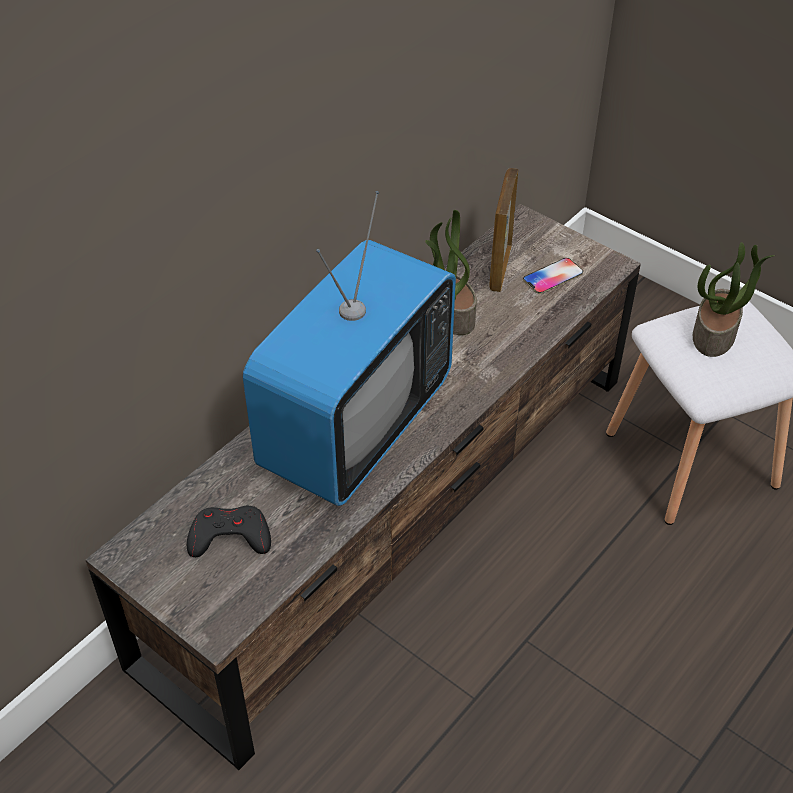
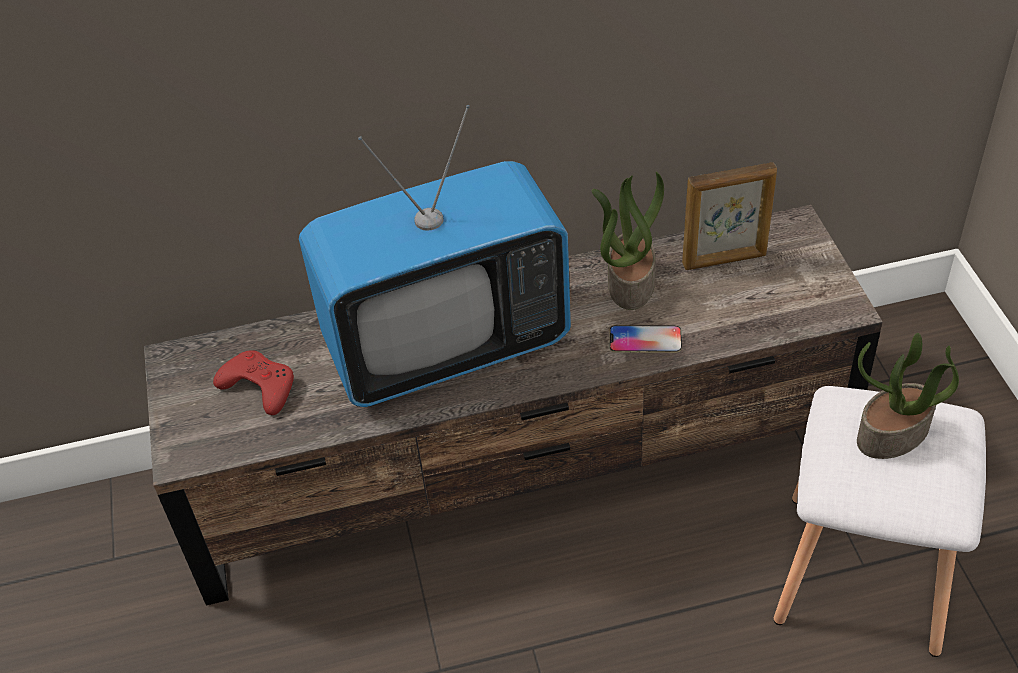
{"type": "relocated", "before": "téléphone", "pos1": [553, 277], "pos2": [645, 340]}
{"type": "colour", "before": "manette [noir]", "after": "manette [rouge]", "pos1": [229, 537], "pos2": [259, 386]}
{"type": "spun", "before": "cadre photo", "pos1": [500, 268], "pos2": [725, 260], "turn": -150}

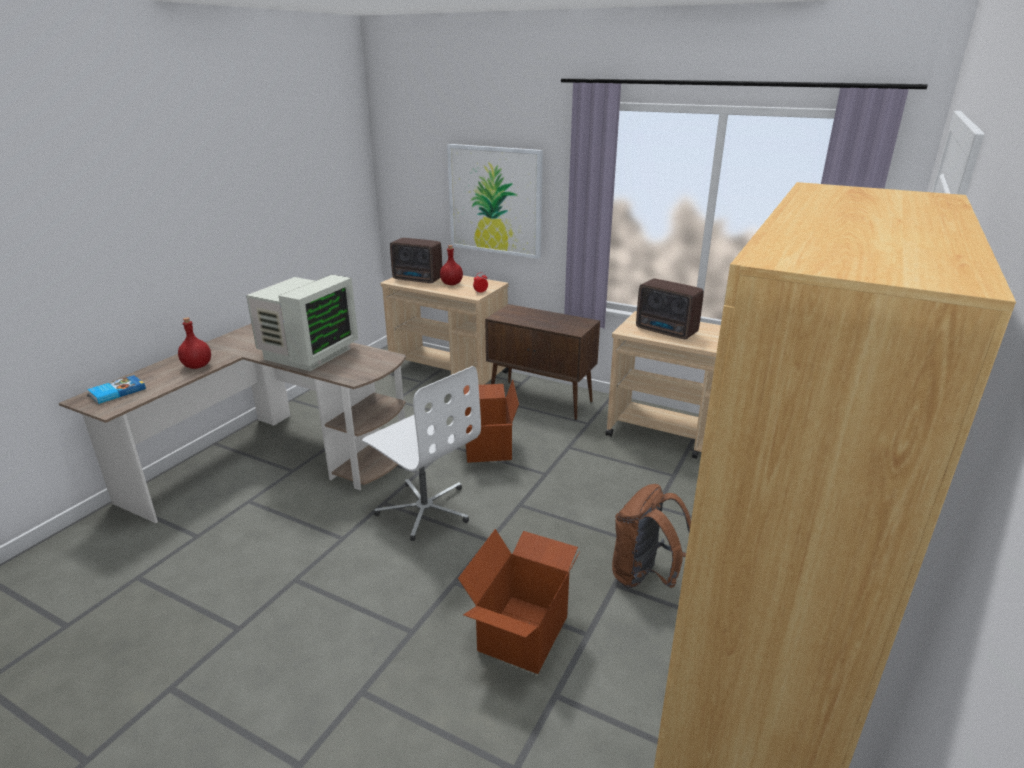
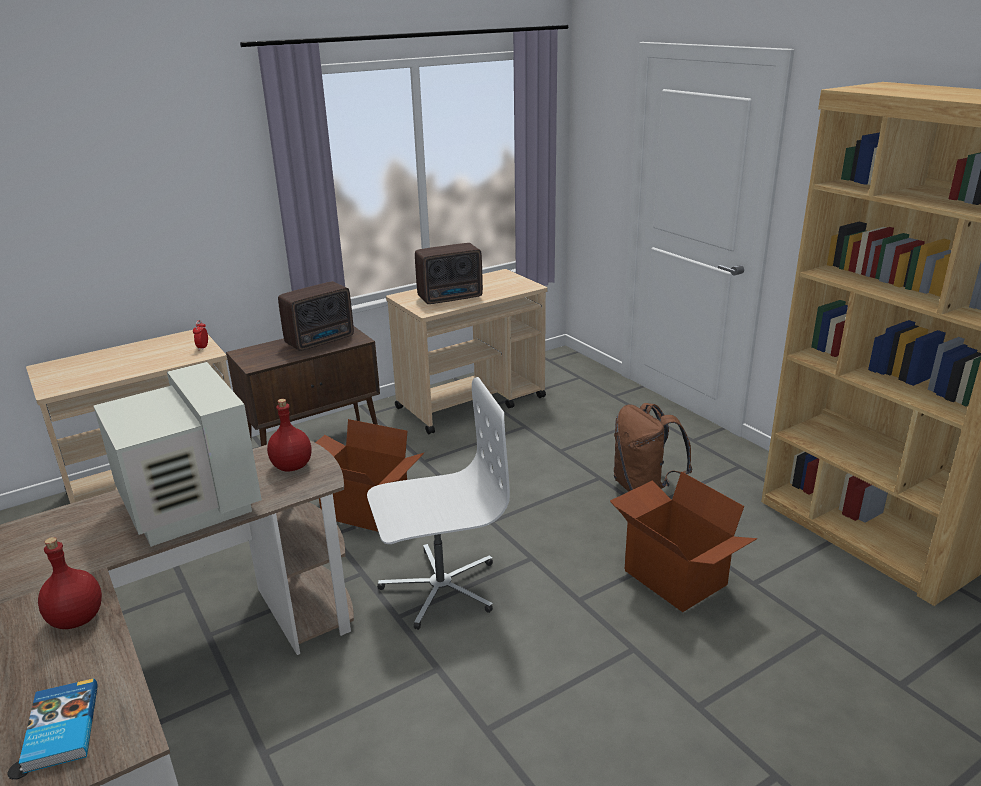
{"type": "missing", "before": "tableau", "pos1": [495, 200]}
{"type": "relocated", "before": "radio", "pos1": [418, 279], "pos2": [322, 340]}
{"type": "relocated", "before": "bouteille [rouge]", "pos1": [452, 284], "pos2": [292, 466]}

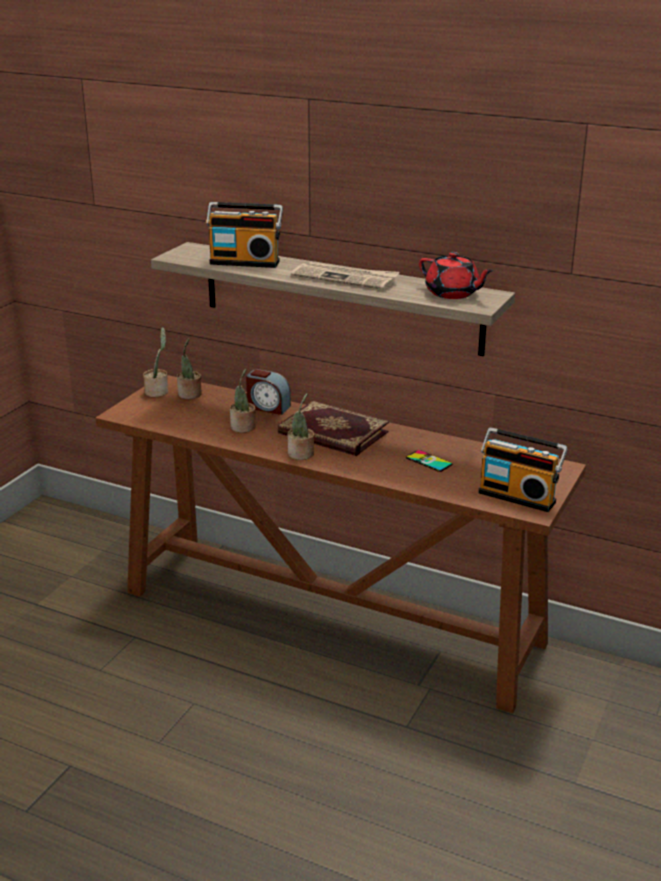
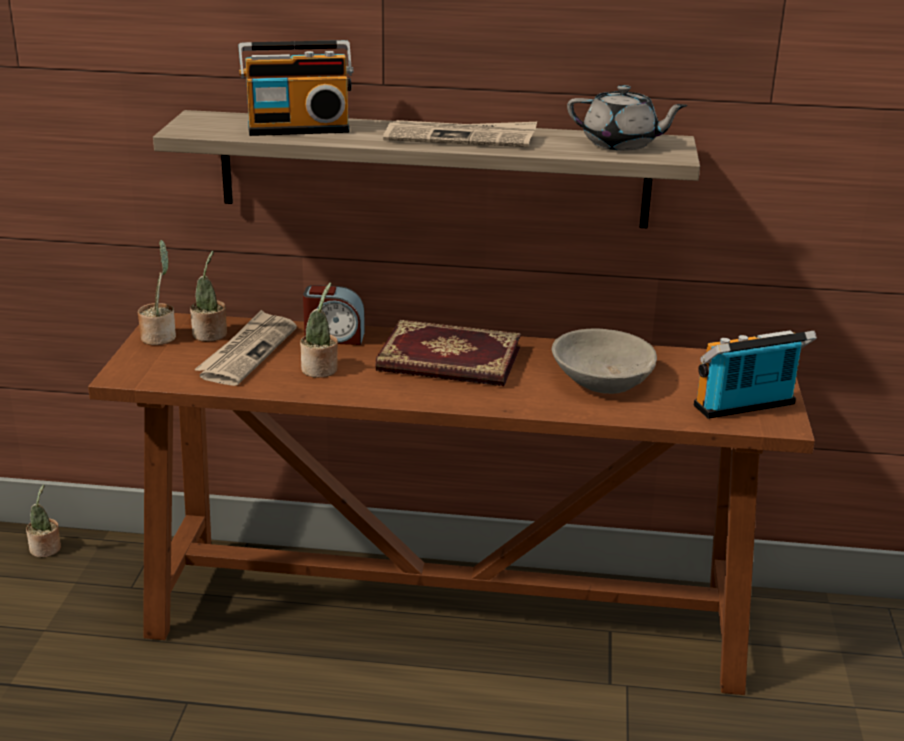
{"type": "appeared", "after": "journal", "pos2": [247, 352]}
{"type": "relocated", "before": "plante en pot", "pos1": [301, 454], "pos2": [46, 549]}
{"type": "exchanged", "before": "téléphone", "after": "bol [gris]", "pos1": [429, 461], "pos2": [602, 379]}
{"type": "colour", "before": "théière [rouge]", "after": "théière [gris]", "pos1": [453, 293], "pos2": [621, 144]}
{"type": "spun", "before": "radio", "pos1": [518, 496], "pos2": [747, 407], "turn": 150}

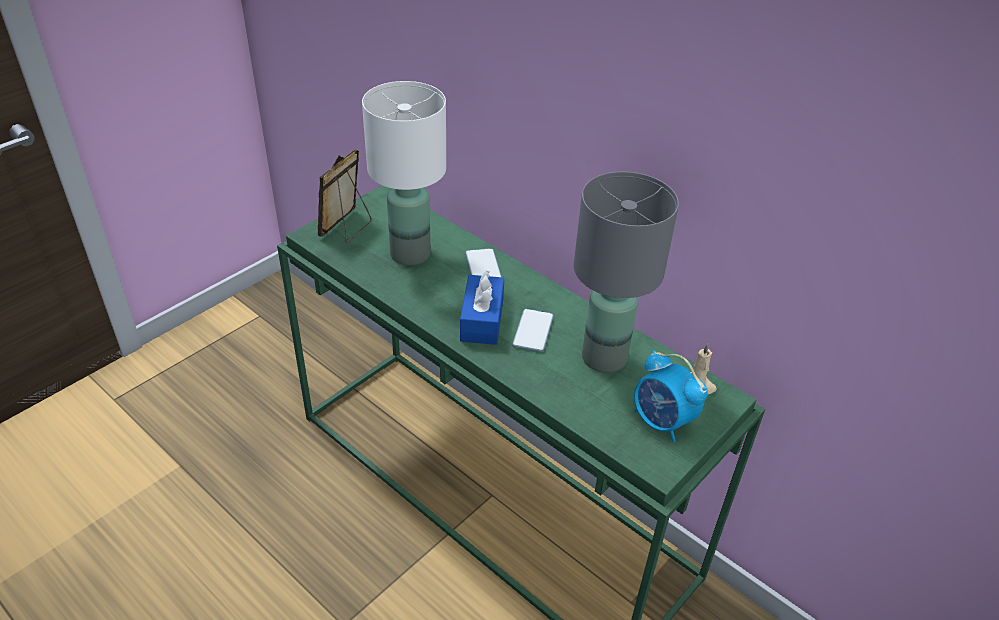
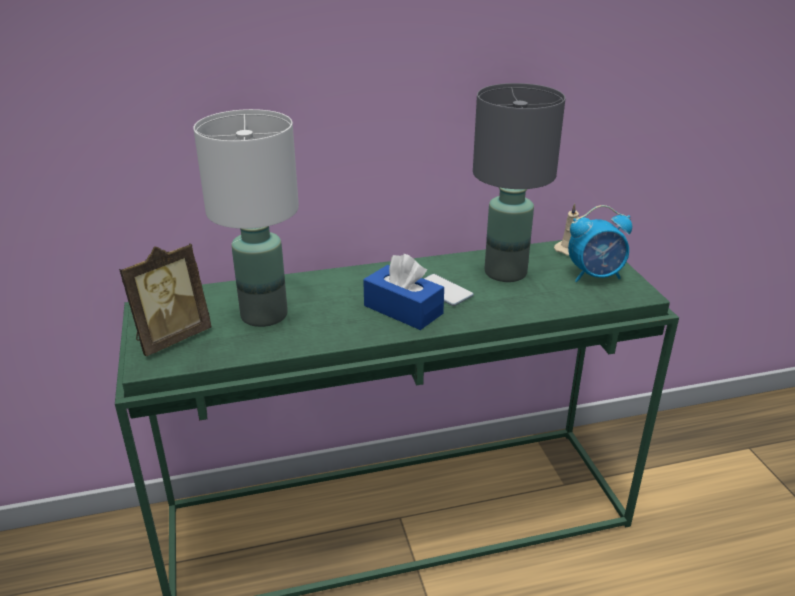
{"type": "missing", "before": "téléphone", "pos1": [483, 267]}
{"type": "spun", "before": "cadre photo", "pos1": [347, 228], "pos2": [171, 338], "turn": -105}

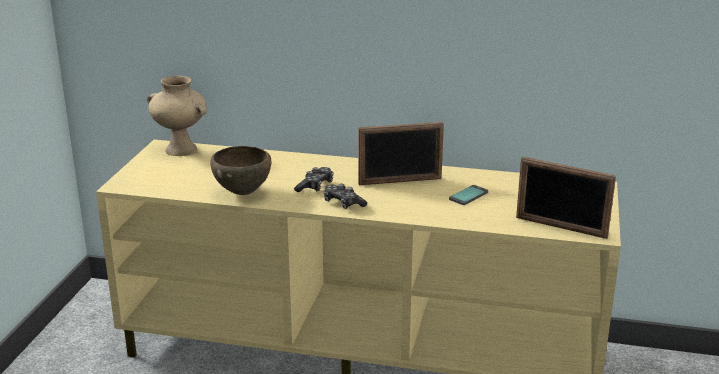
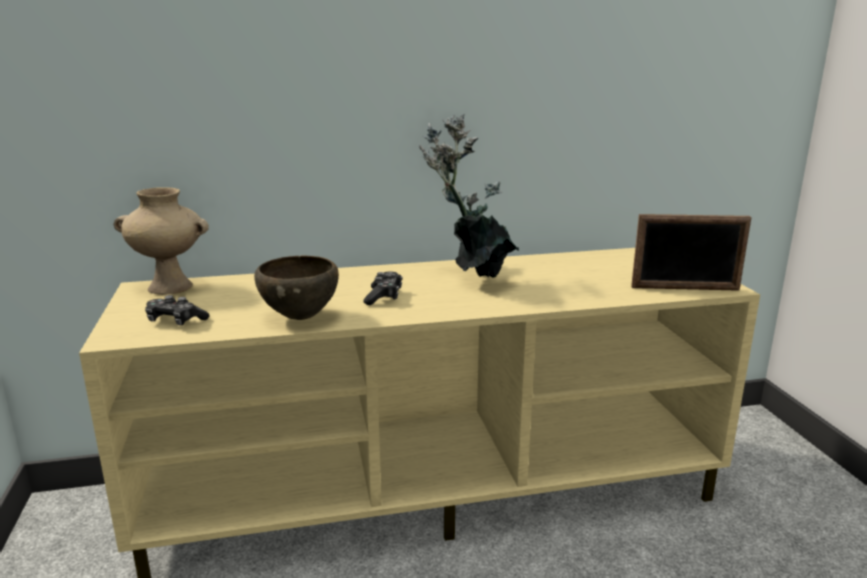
{"type": "missing", "before": "téléphone", "pos1": [468, 196]}
{"type": "relocated", "before": "manette", "pos1": [343, 203], "pos2": [175, 321]}
{"type": "exchanged", "before": "cadre photo", "after": "plante en pot", "pos1": [400, 181], "pos2": [472, 276]}

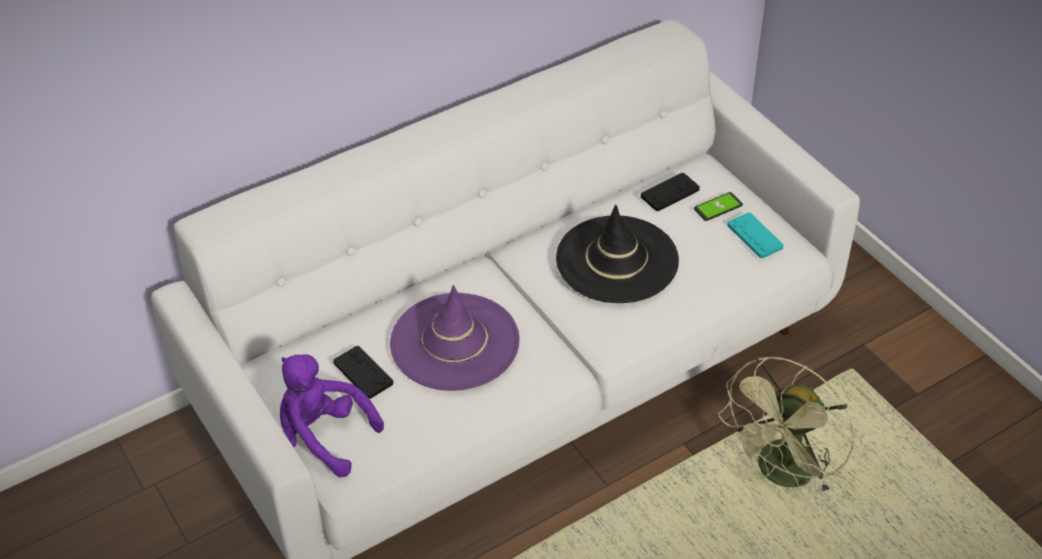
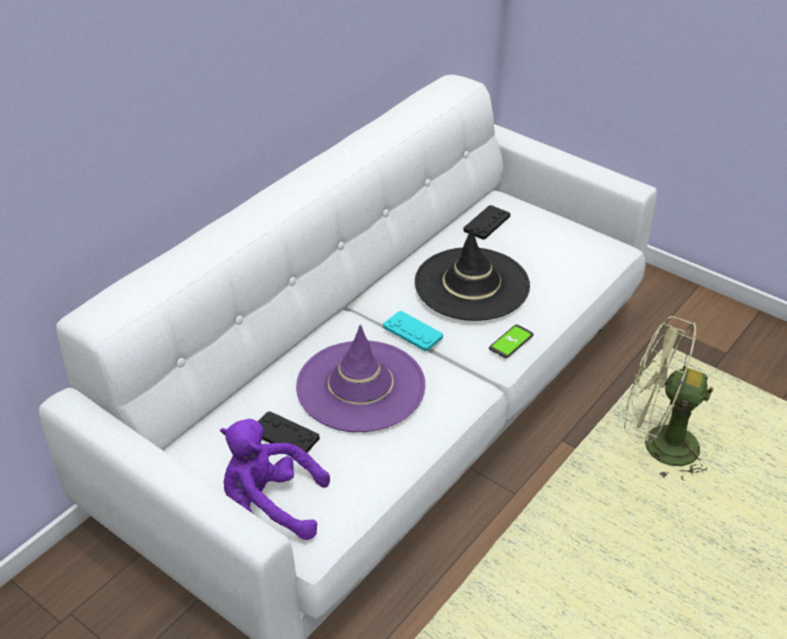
{"type": "relocated", "before": "téléphone", "pos1": [718, 207], "pos2": [511, 342]}
{"type": "relocated", "before": "manette [turquoise]", "pos1": [754, 236], "pos2": [412, 332]}
{"type": "spun", "before": "ventilateur [vert]", "pos1": [782, 475], "pos2": [657, 445], "turn": 90}

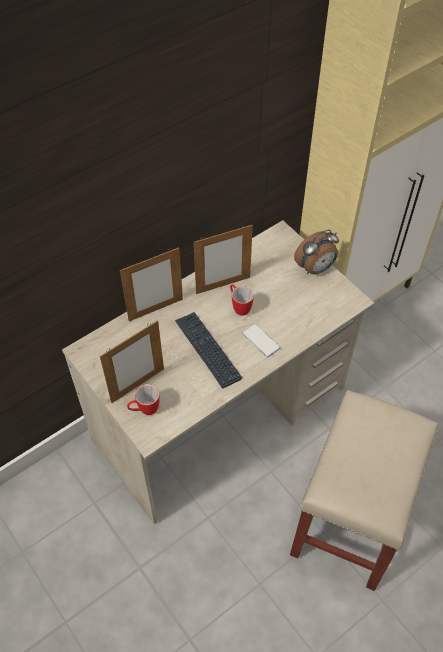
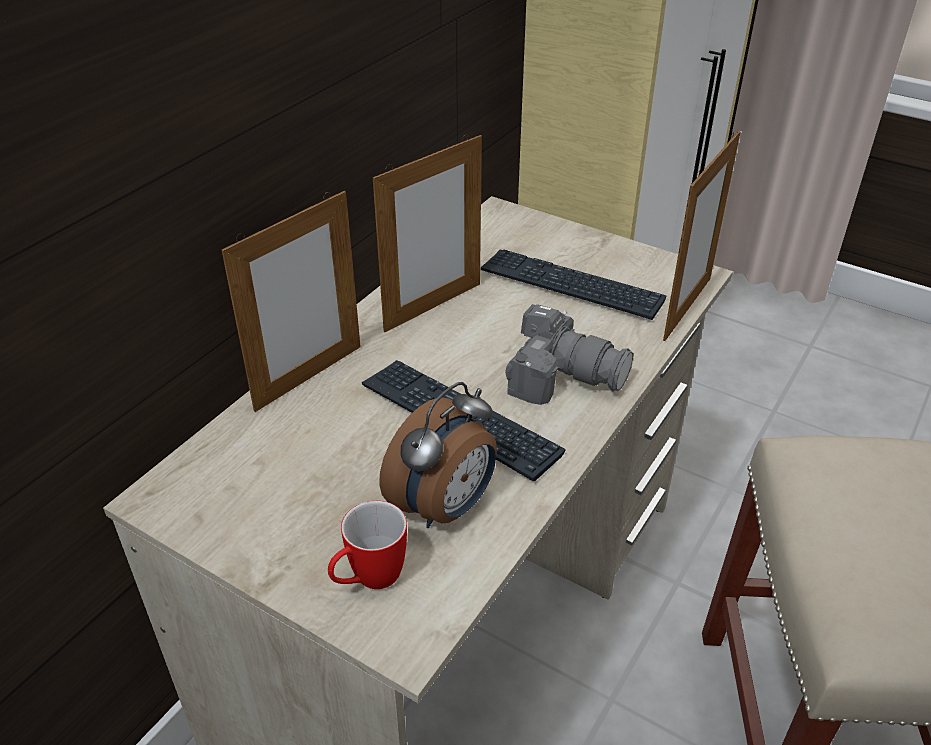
{"type": "missing", "before": "mug", "pos1": [239, 307]}
{"type": "appeared", "after": "clavier", "pos2": [571, 286]}
{"type": "relocated", "before": "cadre photo", "pos1": [137, 385], "pos2": [687, 308]}
{"type": "relocated", "before": "réveil", "pos1": [315, 268], "pos2": [445, 507]}
{"type": "exchanged", "before": "téléphone", "after": "appareil photo", "pos1": [261, 340], "pos2": [562, 376]}

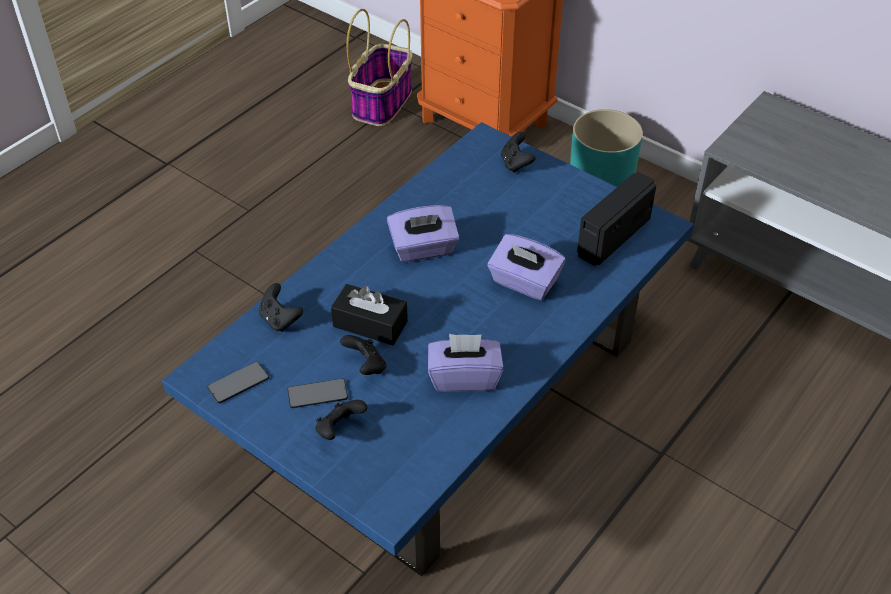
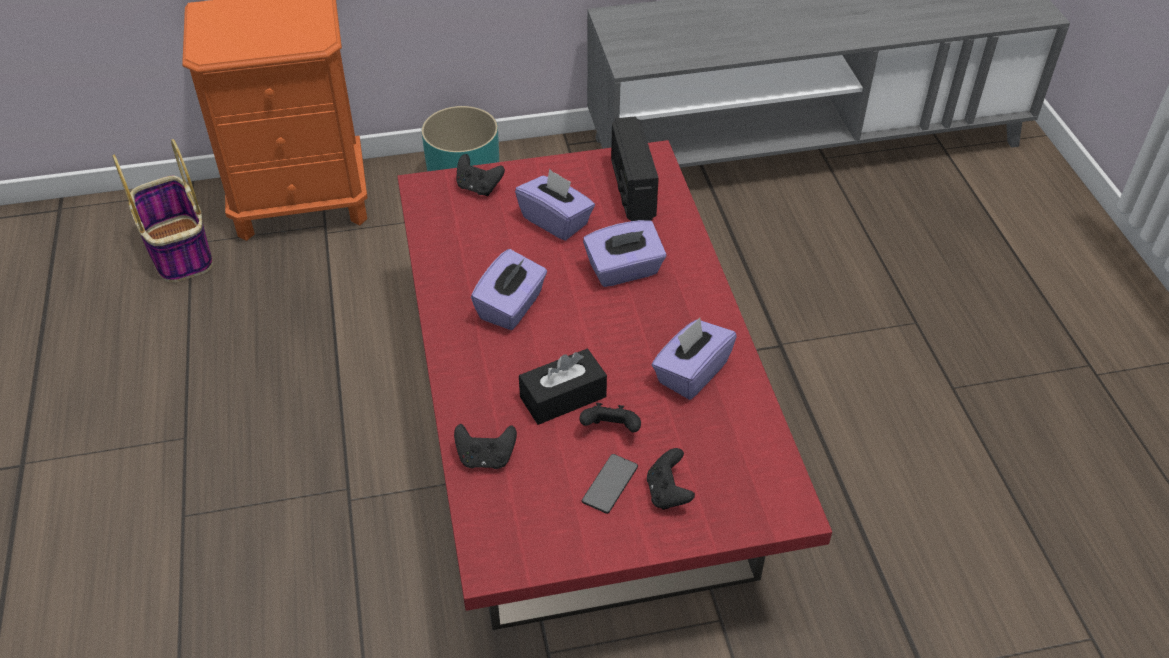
{"type": "missing", "before": "téléphone", "pos1": [238, 383]}
{"type": "appeared", "after": "boîte à mouchoirs [violet]", "pos2": [556, 221]}
{"type": "colour", "before": "table basse [bleu]", "after": "table basse [rouge]", "pos1": [446, 397], "pos2": [588, 439]}

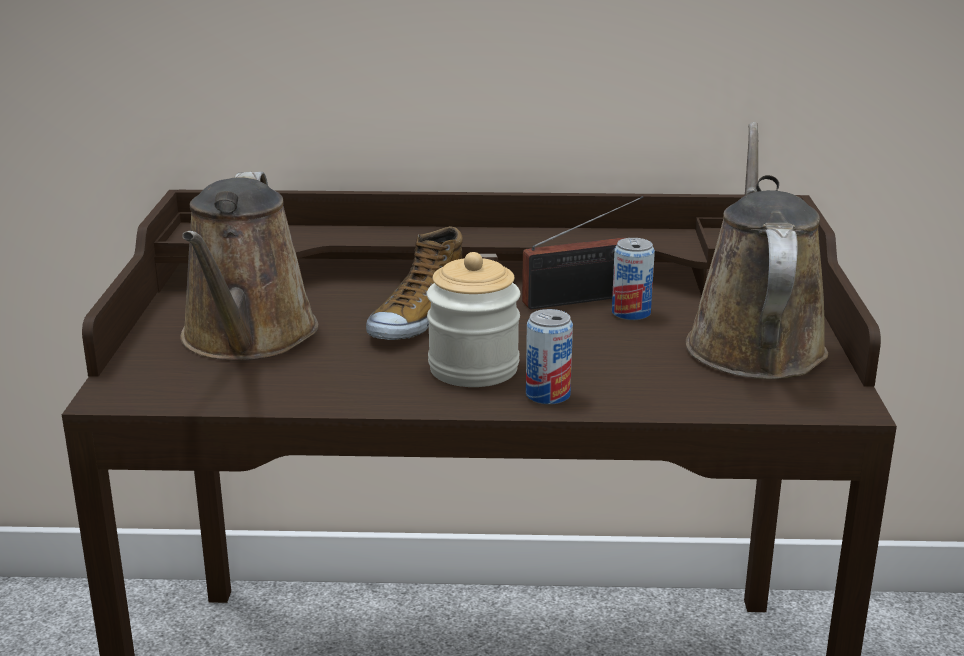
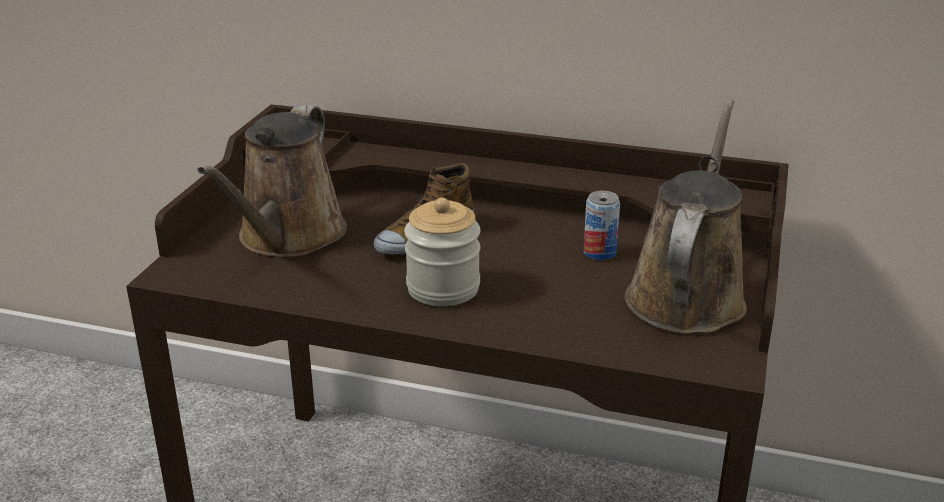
{"type": "missing", "before": "radio", "pos1": [583, 299]}
{"type": "missing", "before": "boîte métallique", "pos1": [548, 395]}

